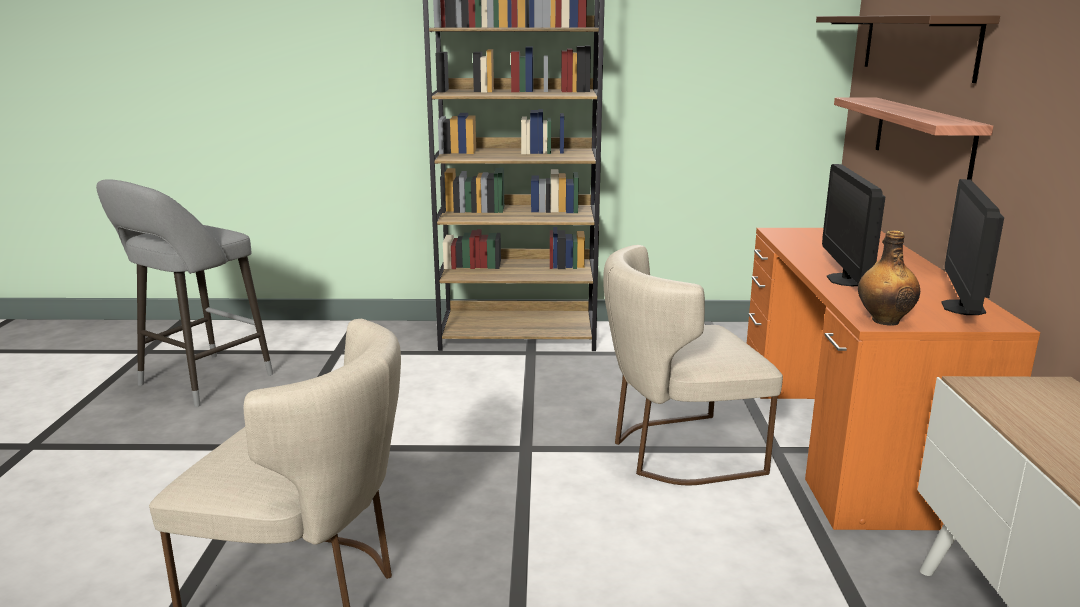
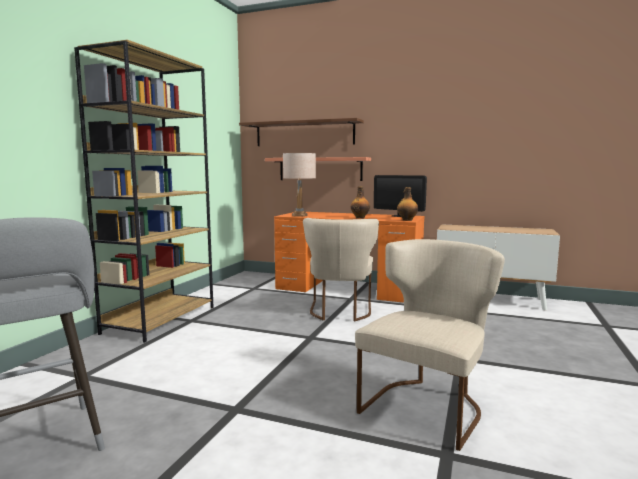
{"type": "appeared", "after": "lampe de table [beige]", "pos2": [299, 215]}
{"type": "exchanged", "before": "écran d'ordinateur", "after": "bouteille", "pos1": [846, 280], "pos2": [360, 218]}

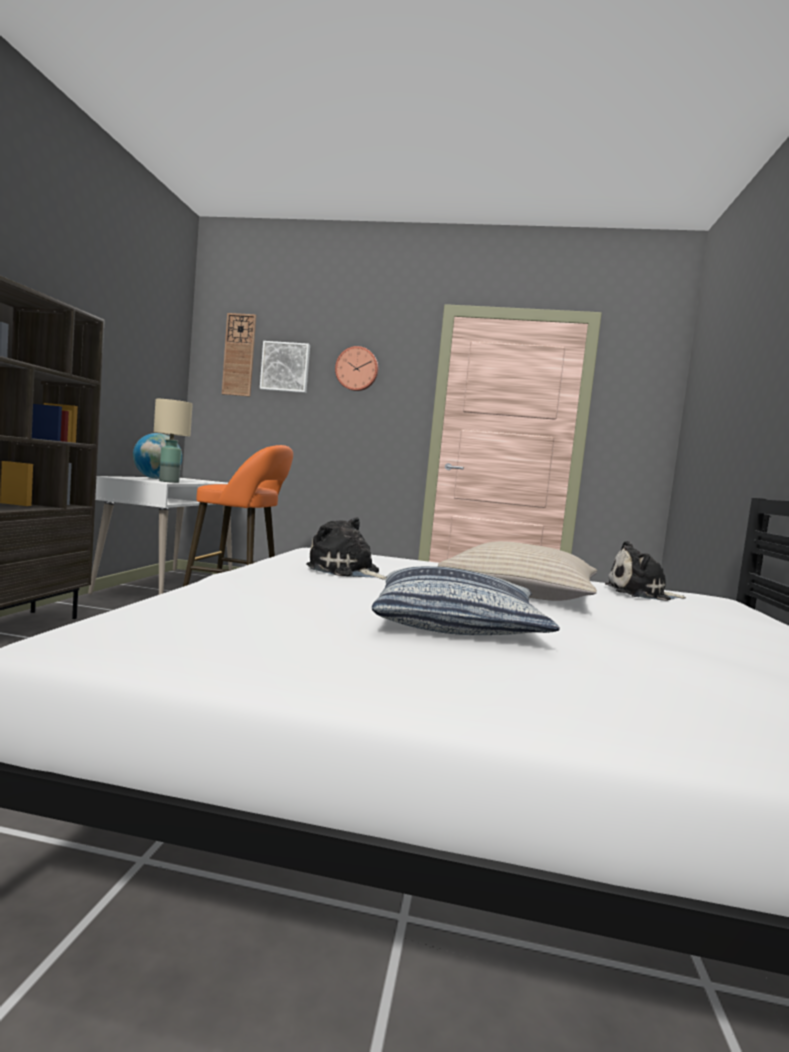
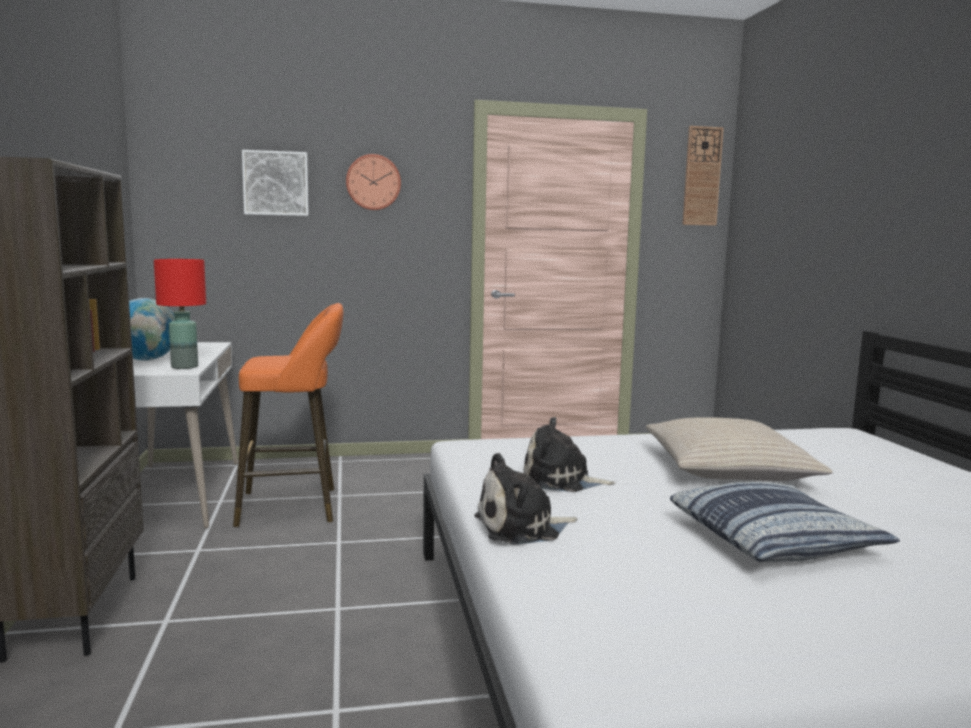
{"type": "relocated", "before": "horloge murale", "pos1": [239, 355], "pos2": [702, 176]}
{"type": "relocated", "before": "peluche", "pos1": [641, 594], "pos2": [522, 528]}
{"type": "colour", "before": "lampe de table [beige]", "after": "lampe de table [rouge]", "pos1": [169, 482], "pos2": [185, 367]}

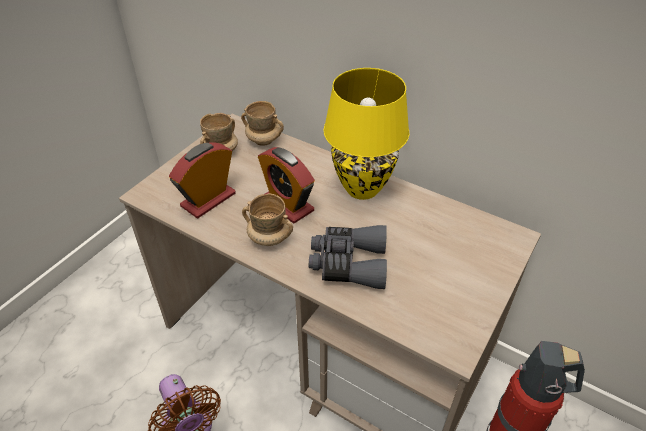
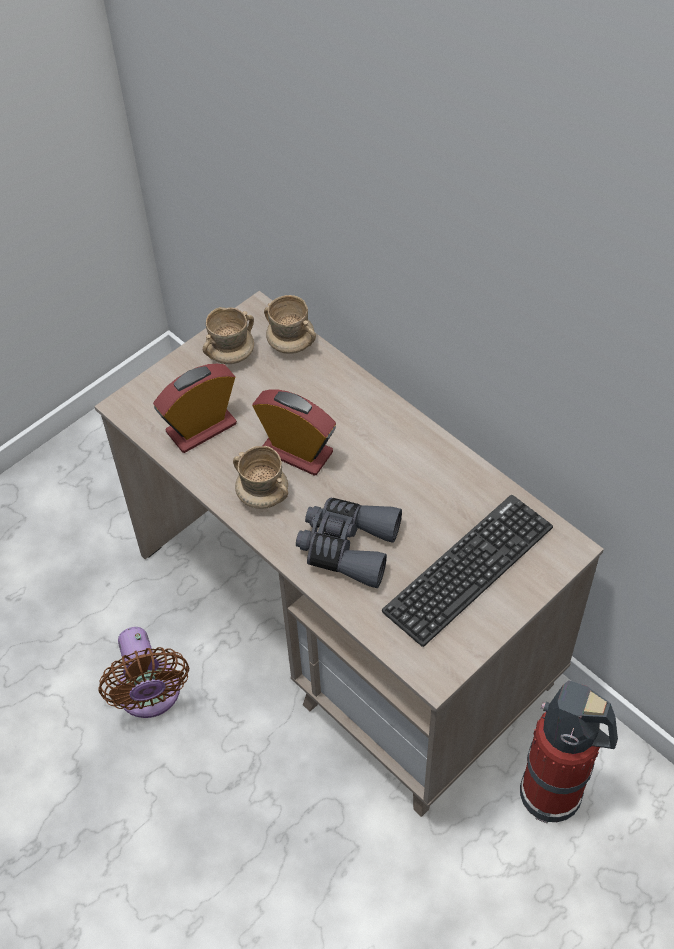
{"type": "missing", "before": "lampe de table [jaune]", "pos1": [362, 189]}
{"type": "appeared", "after": "clavier", "pos2": [468, 569]}
{"type": "spun", "before": "réveil", "pos1": [287, 205], "pos2": [297, 452], "turn": 150}

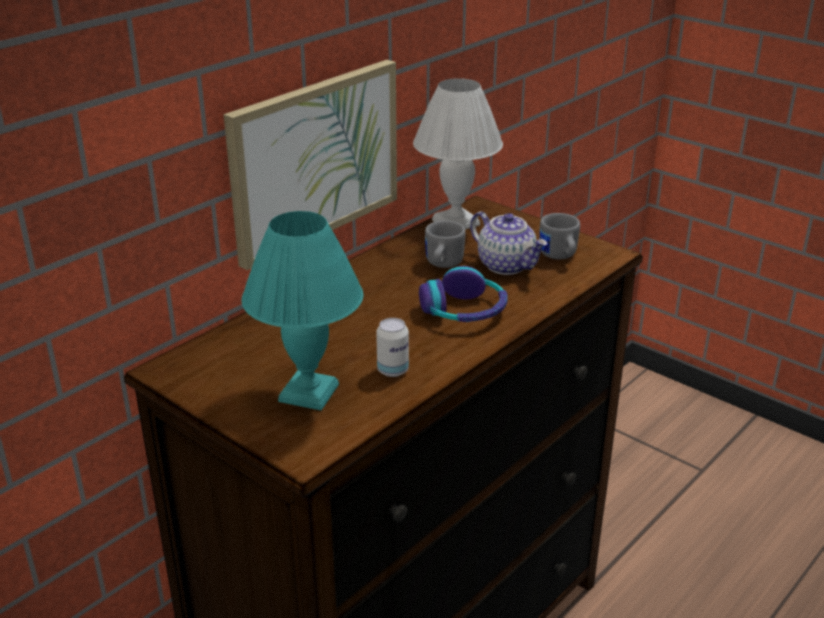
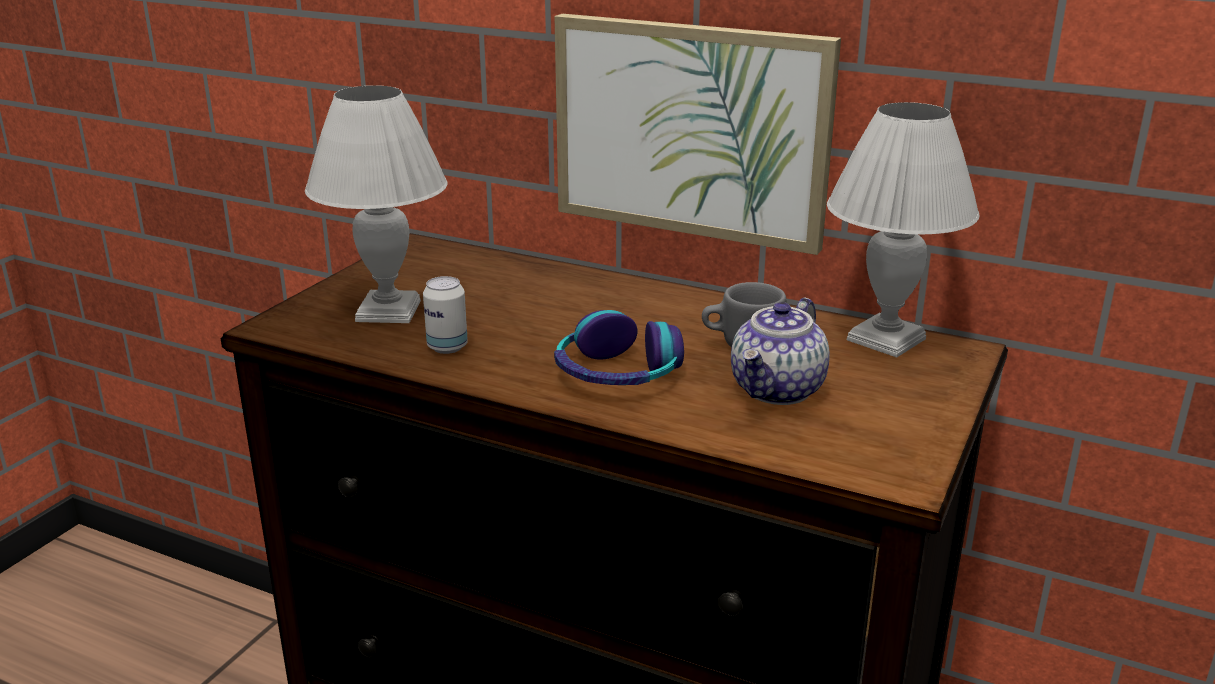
{"type": "missing", "before": "mug [gris]", "pos1": [559, 257]}
{"type": "colour", "before": "lampe de table [turquoise]", "after": "lampe de table [blanc]", "pos1": [308, 392], "pos2": [390, 311]}

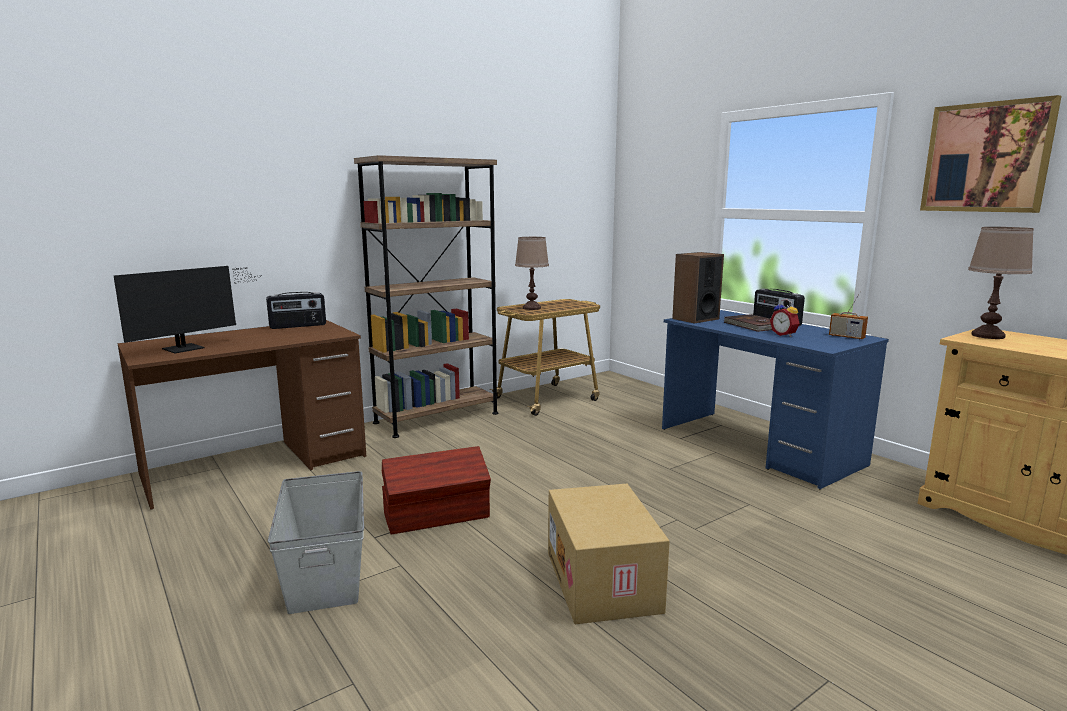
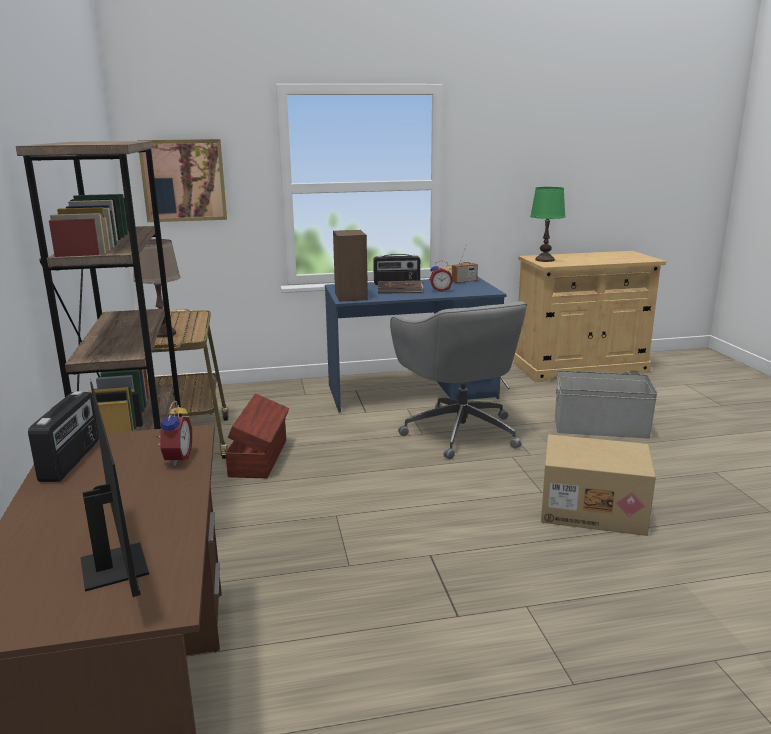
{"type": "appeared", "after": "réveil", "pos2": [175, 459]}
{"type": "appeared", "after": "chaise de bureau [gris]", "pos2": [459, 431]}
{"type": "relocated", "before": "boîte de rangement [gris]", "pos1": [327, 568], "pos2": [600, 427]}
{"type": "relocated", "before": "boîte de rangement [marron]", "pos1": [438, 516], "pos2": [260, 458]}
{"type": "relocated", "before": "tableau", "pos1": [986, 157], "pos2": [184, 180]}
{"type": "colour", "before": "lampe de table [marron]", "after": "lampe de table [vert]", "pos1": [987, 336], "pos2": [544, 260]}

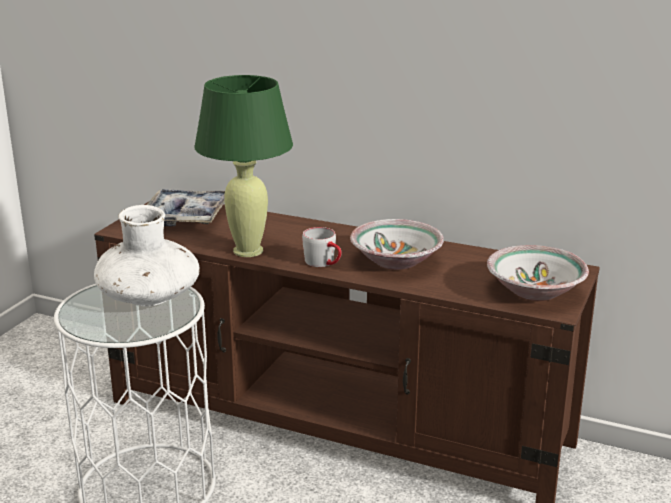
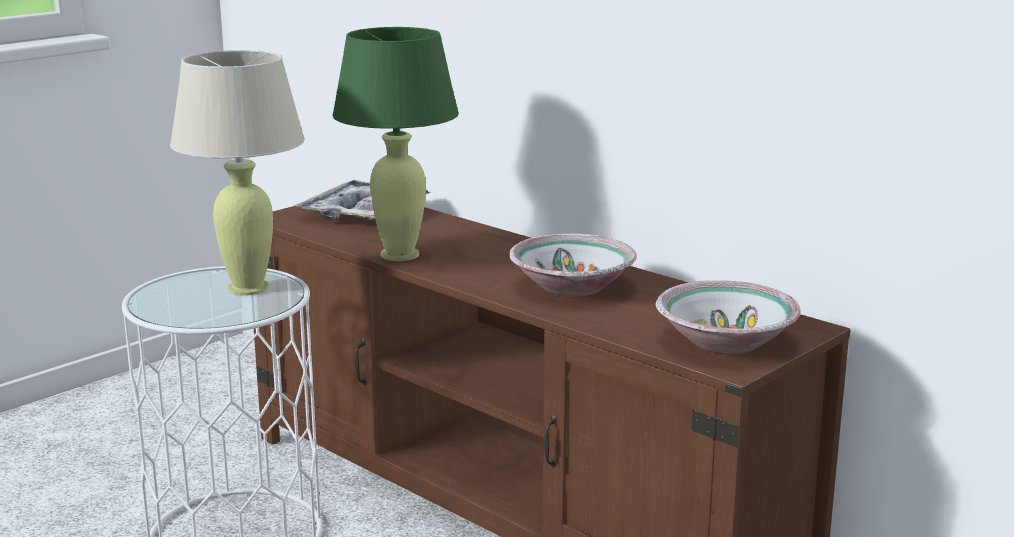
{"type": "missing", "before": "mug [gris]", "pos1": [324, 263]}
{"type": "exchanged", "before": "vase [blanc]", "after": "lampe de table [beige]", "pos1": [149, 297], "pos2": [248, 288]}

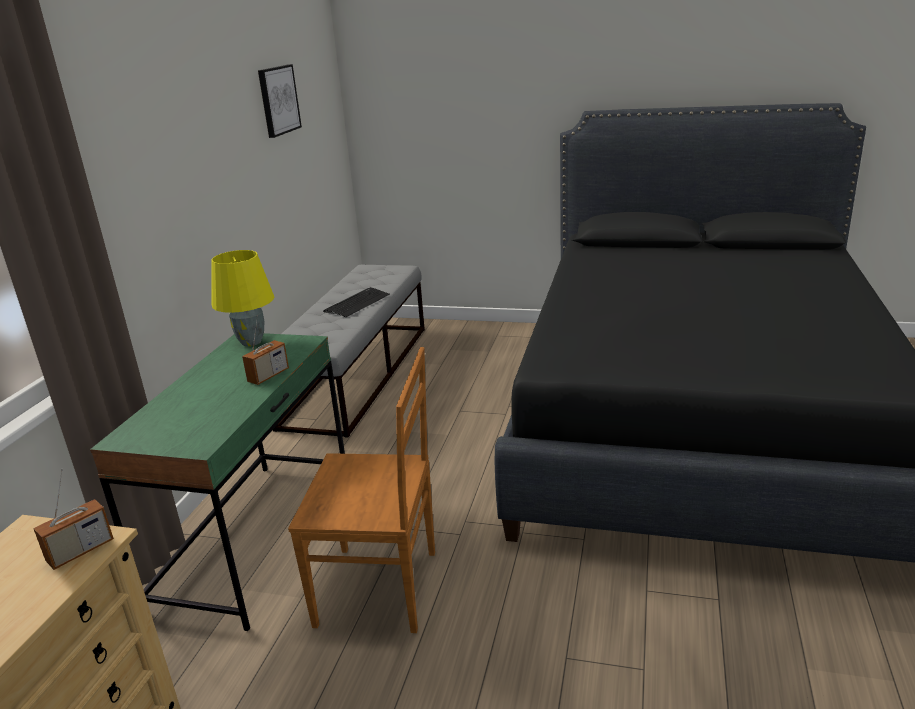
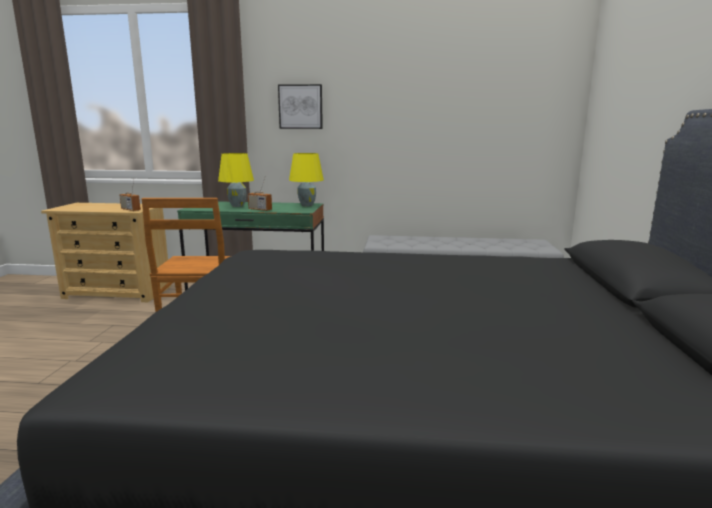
{"type": "missing", "before": "clavier", "pos1": [357, 303]}
{"type": "appeared", "after": "lampe de table [jaune]", "pos2": [238, 206]}
{"type": "relocated", "before": "tableau", "pos1": [278, 100], "pos2": [300, 107]}

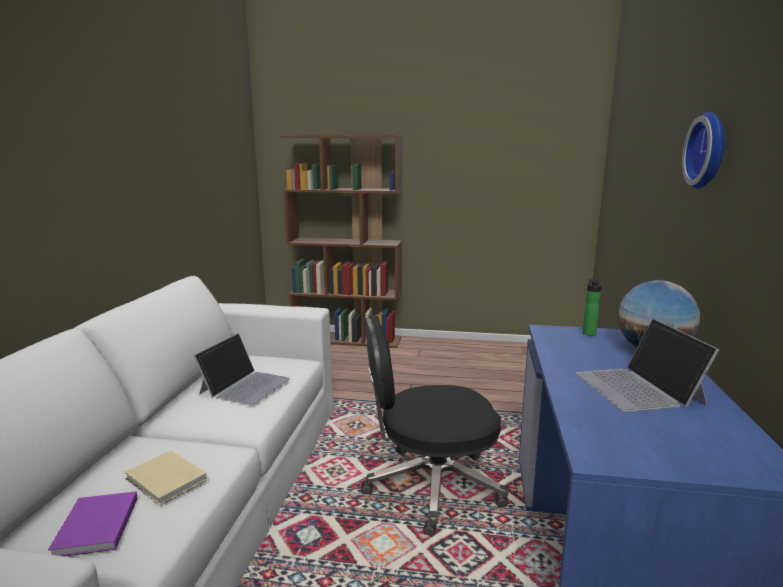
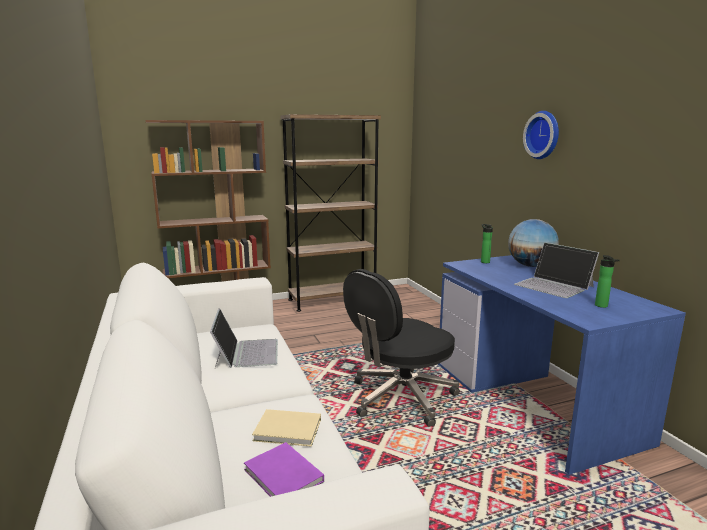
{"type": "appeared", "after": "bibliothèque [marron]", "pos2": [332, 300]}
{"type": "appeared", "after": "bouteille", "pos2": [602, 306]}

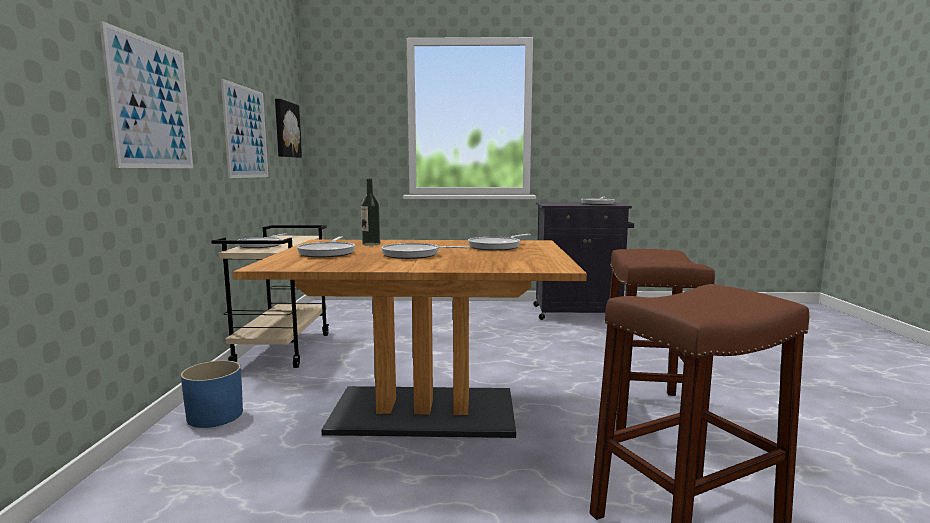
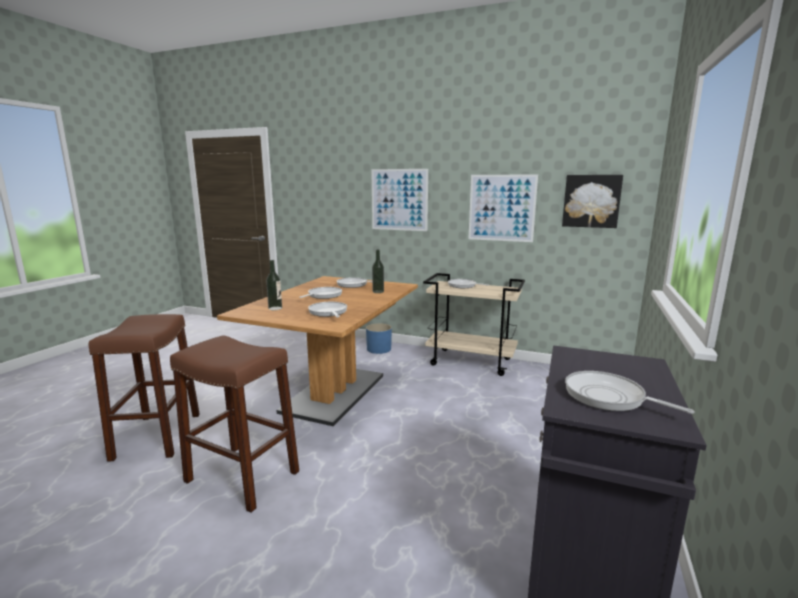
{"type": "appeared", "after": "bouteille", "pos2": [275, 308]}

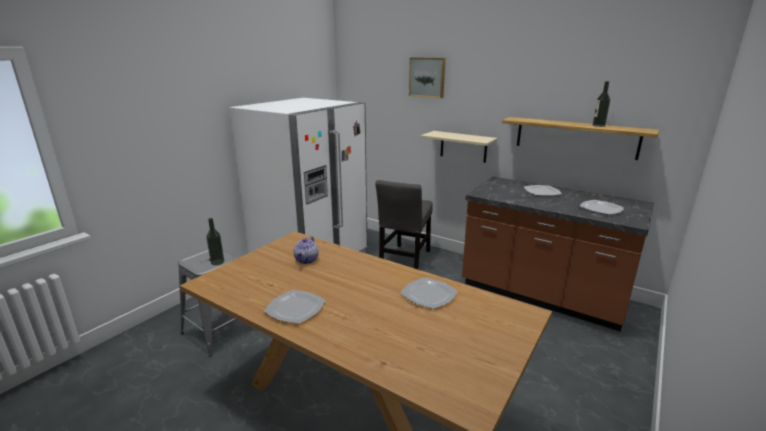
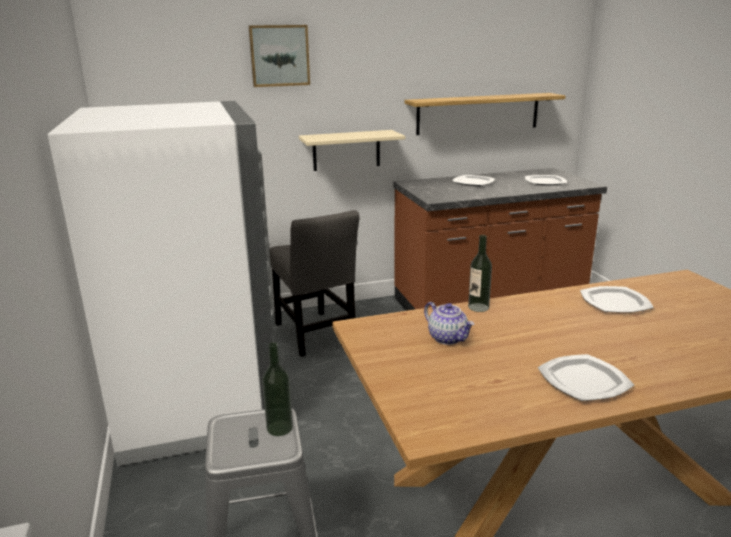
{"type": "relocated", "before": "bouteille", "pos1": [598, 125], "pos2": [478, 307]}

